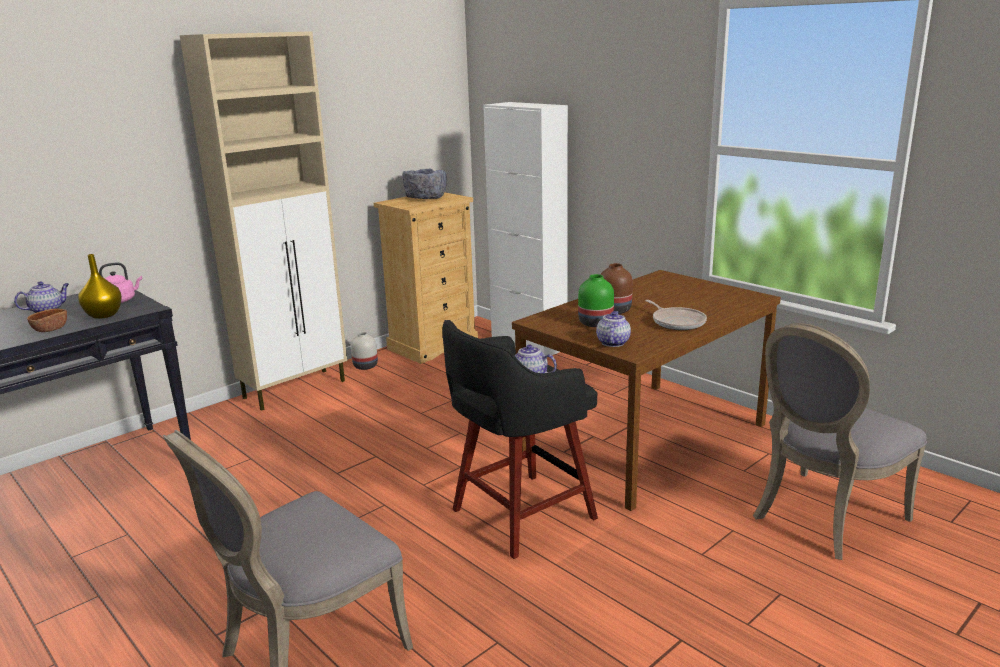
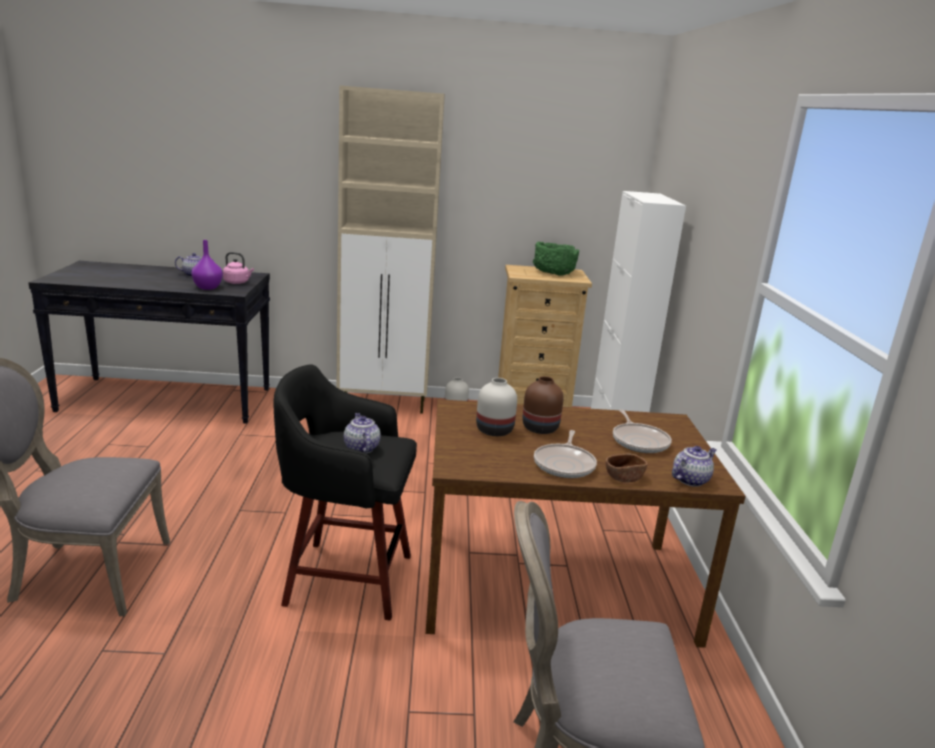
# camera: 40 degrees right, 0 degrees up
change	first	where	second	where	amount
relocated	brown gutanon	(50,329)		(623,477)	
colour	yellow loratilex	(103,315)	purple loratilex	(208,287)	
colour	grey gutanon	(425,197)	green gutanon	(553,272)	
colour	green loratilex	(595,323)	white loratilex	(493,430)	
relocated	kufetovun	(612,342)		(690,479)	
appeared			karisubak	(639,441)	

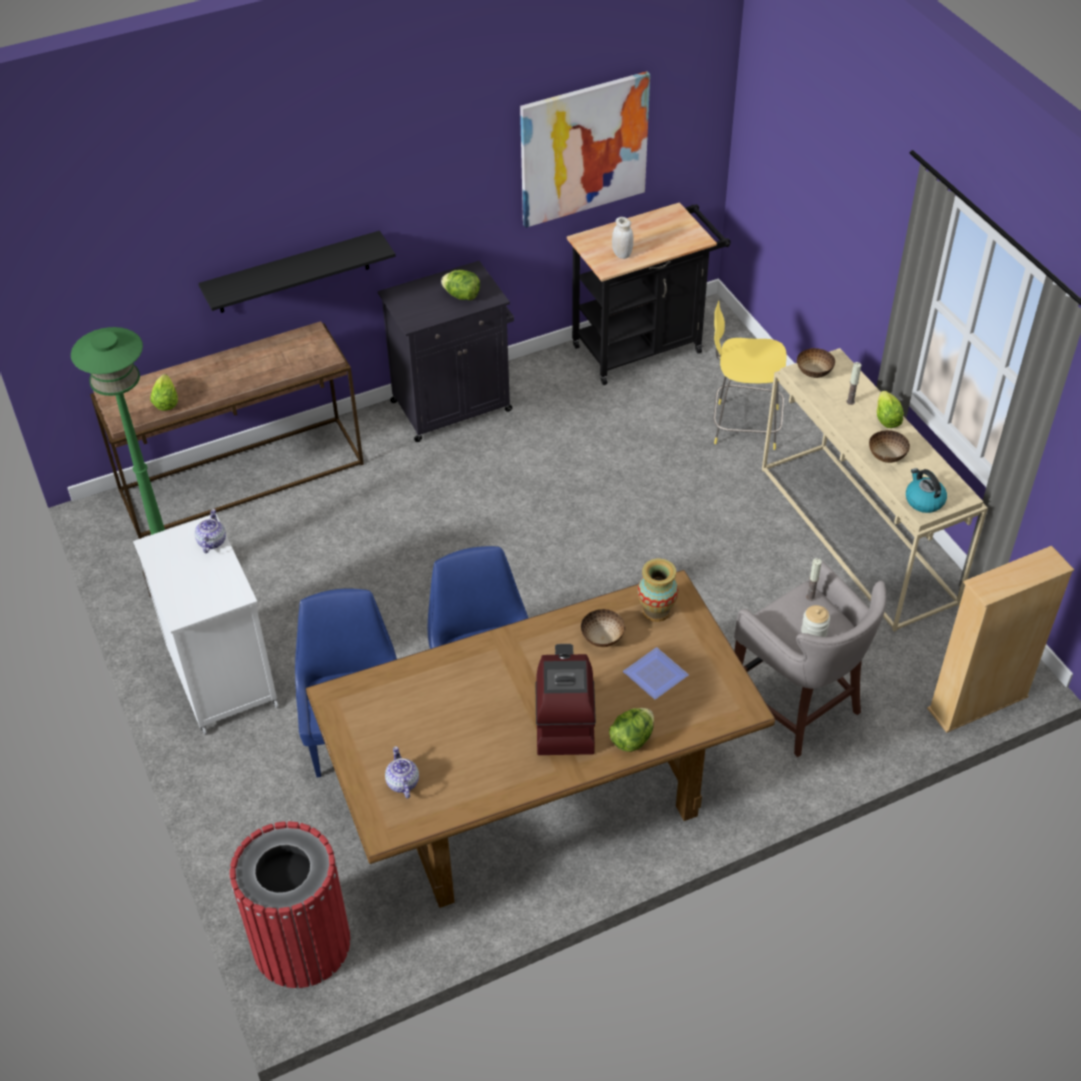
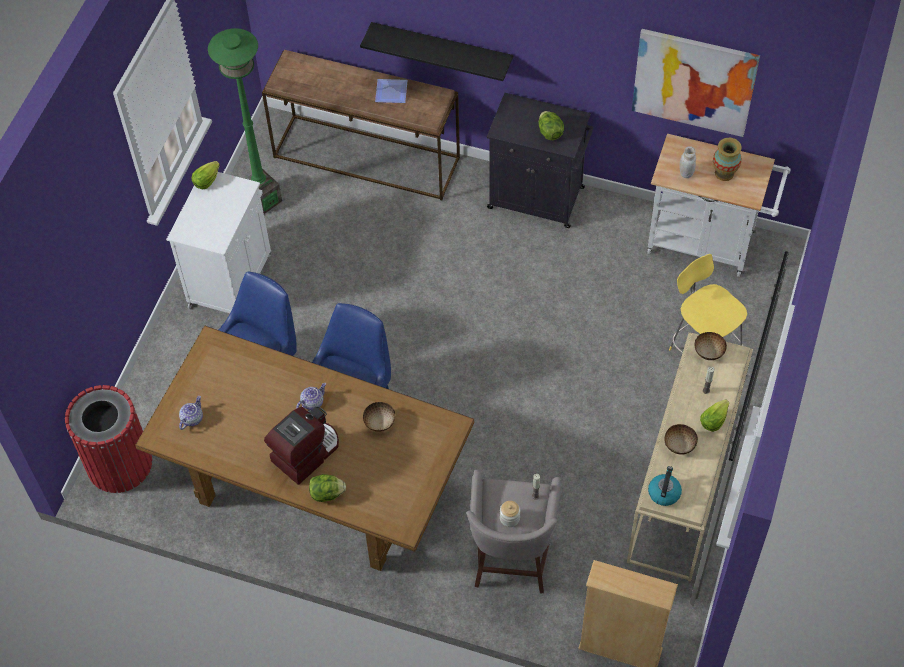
# camera: 45 degrees right, 10 degrees up
change	first	where	second	where	amount
relocated	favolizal	(166,402)		(206,181)	
relocated	kufetovun	(211,541)		(312,402)	
colour	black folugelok	(644,346)	white folugelok	(707,244)	
relocated	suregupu	(653,675)		(390,91)	
relocated	loratilex	(656,611)		(724,173)	

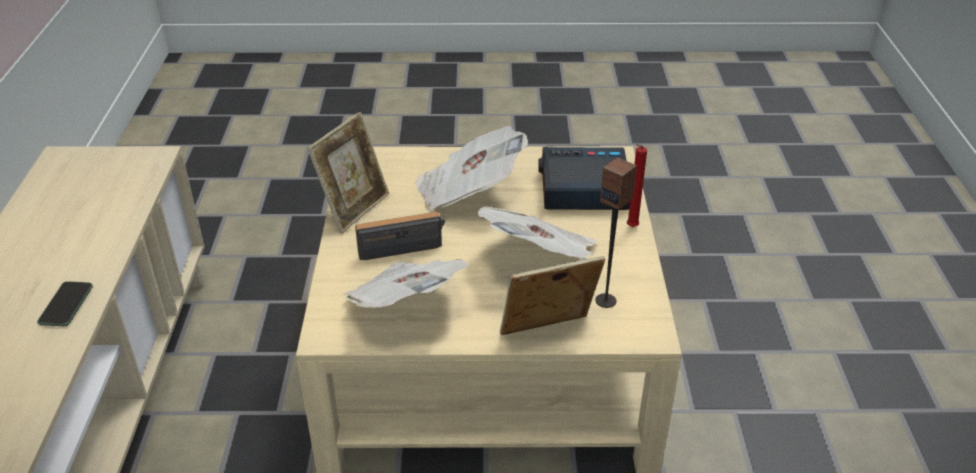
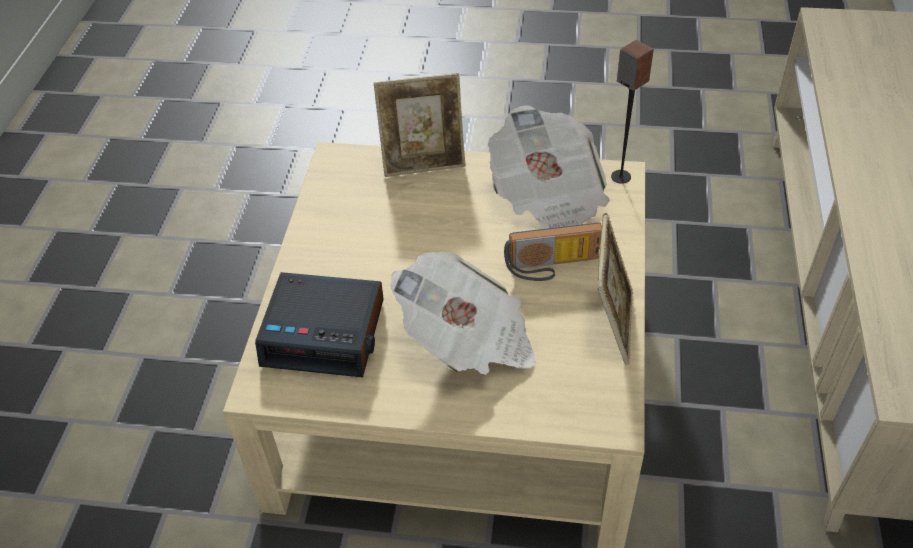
# camera: 170 degrees left, 10 degrees up
change	first	where	second	where	amount
missing	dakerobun	(66,305)			
spun	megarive	(354,208)		(611,324)	150 degrees clockwise
missing	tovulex	(541,258)			
relocated	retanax	(606,300)		(620,177)	
missing	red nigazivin	(630,228)			

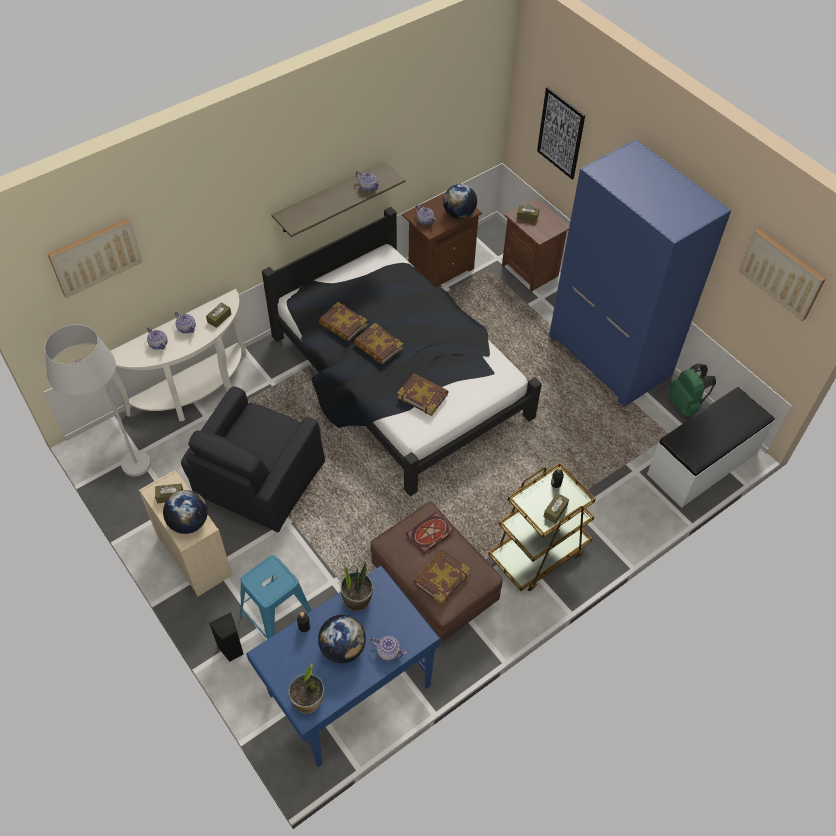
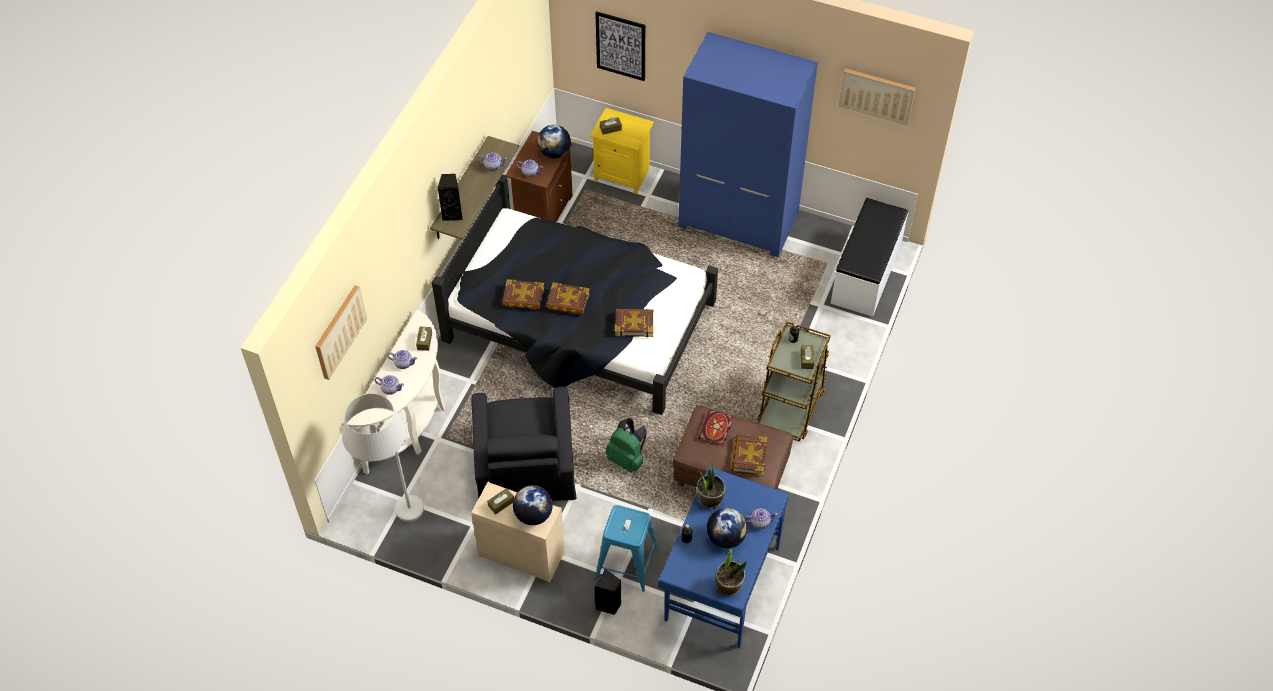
# camera: 30 degrees left, 0 degrees up
change	first	where	second	where	amount
colour	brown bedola	(531,270)	yellow bedola	(622,174)	
relocated	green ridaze	(685,404)		(627,459)	
appeared			black retanax	(453,213)	

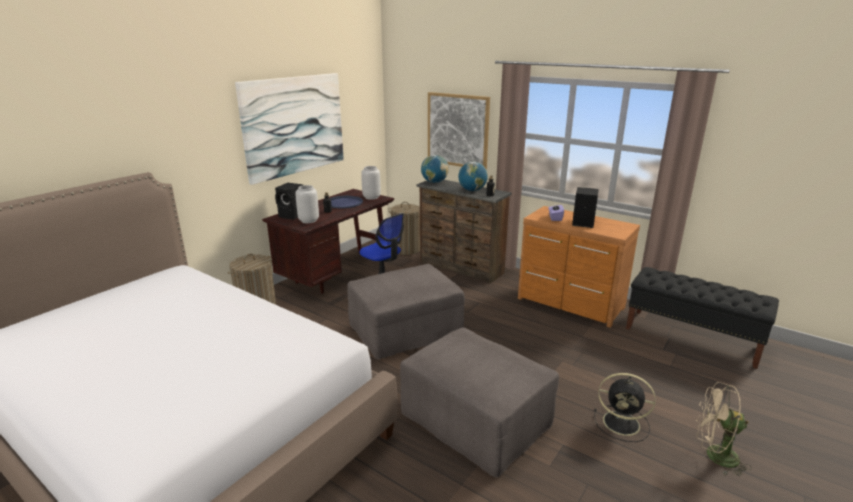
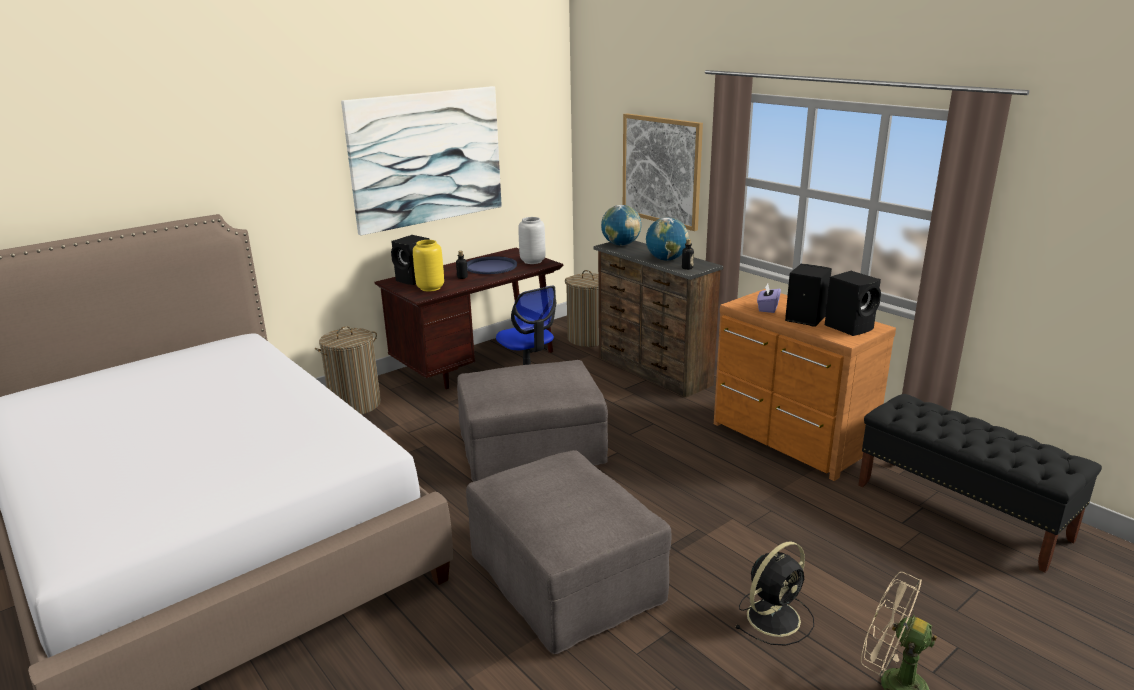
# camera: 15 degrees right, 0 degrees up
change	first	where	second	where	amount
colour	grey loratilex	(308,221)	yellow loratilex	(430,288)	
spun	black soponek	(623,423)		(775,616)	75 degrees counterclockwise
appeared			black retanax	(850,327)	

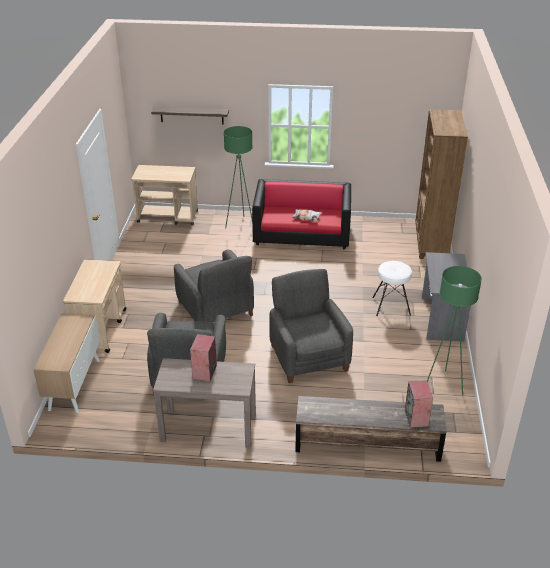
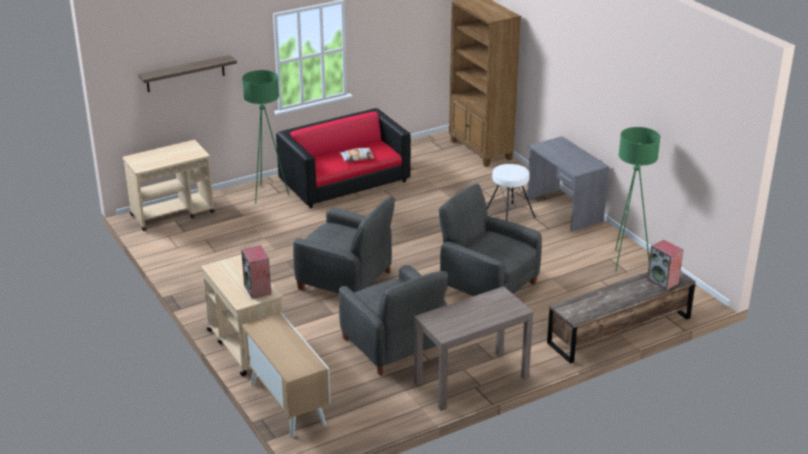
# camera: 35 degrees left, 5 degrees down
change	first	where	second	where	amount
relocated	retanax	(205,372)		(258,289)	

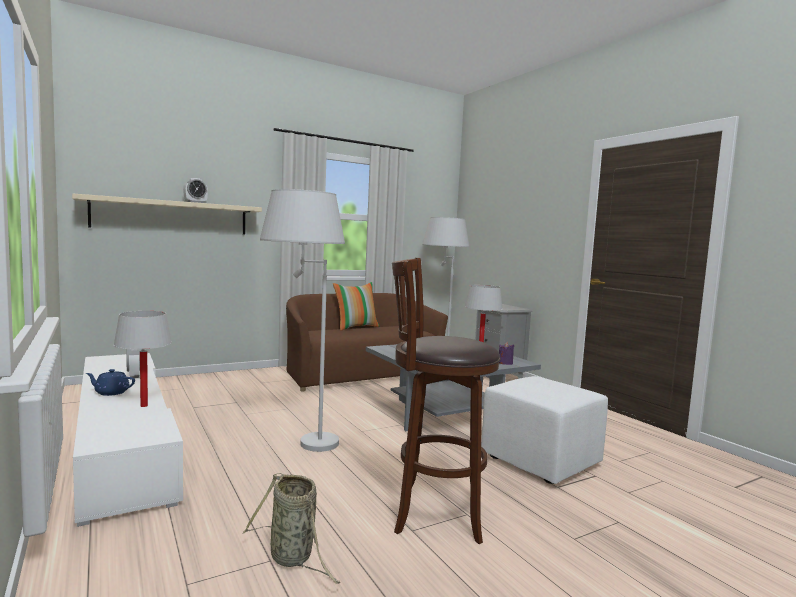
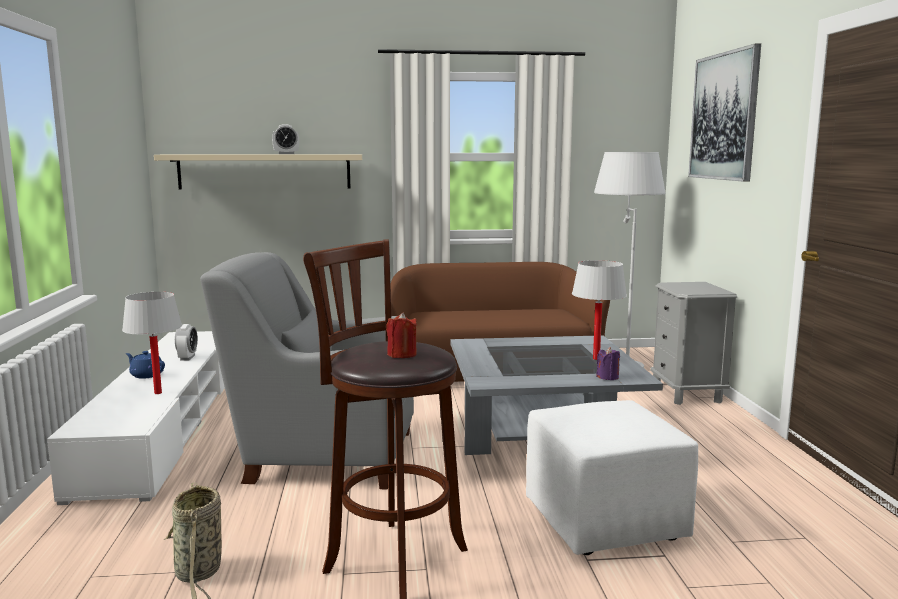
# camera: 25 degrees right, 5 degrees up
change	first	where	second	where	amount
exchanged	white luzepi	(298,445)	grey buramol	(322,455)	
missing	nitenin	(356,327)			
appeared			red nigazivin	(402,354)	
appeared			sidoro	(724,116)	

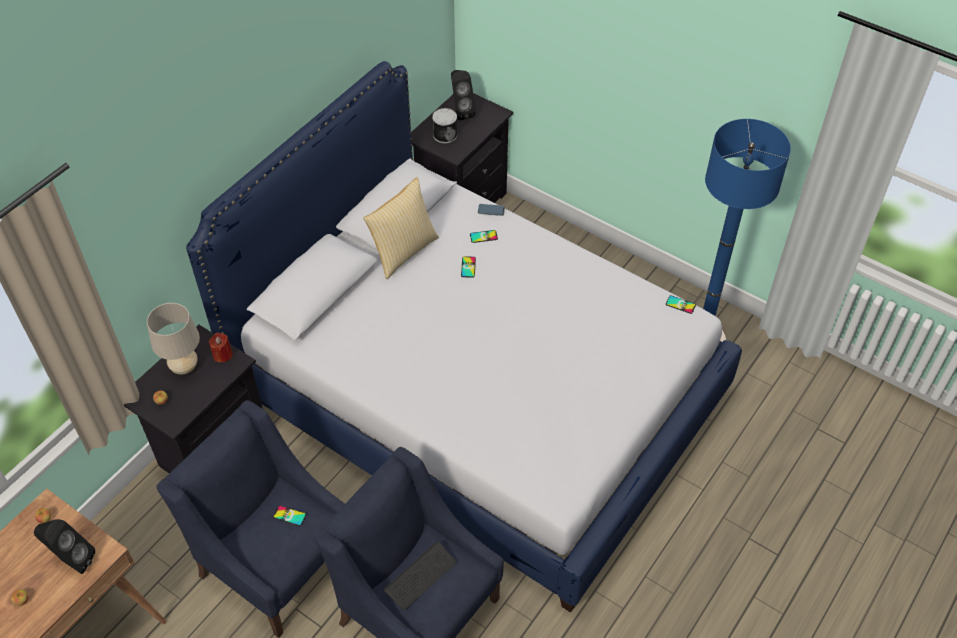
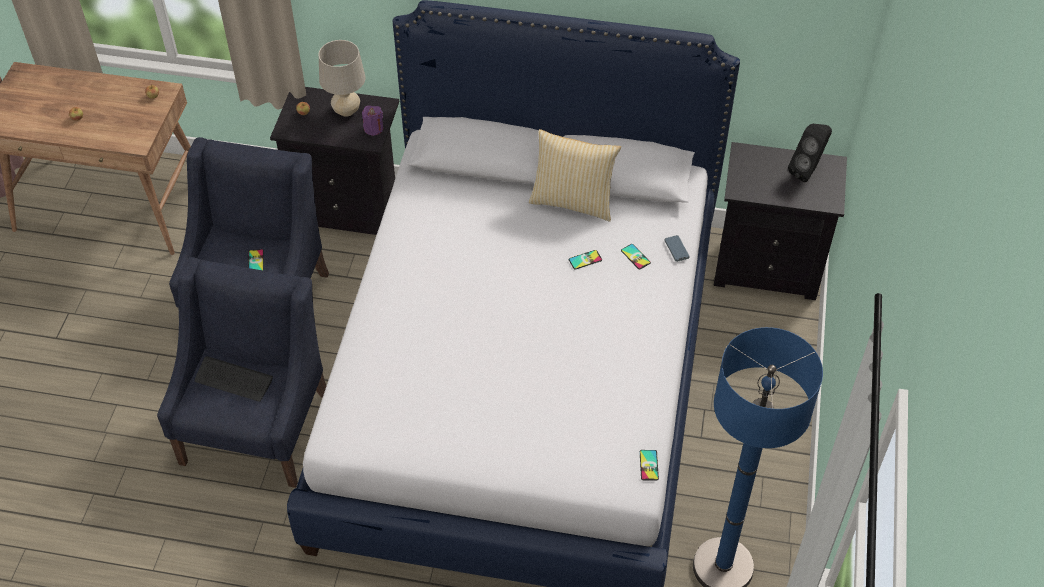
# camera: 65 degrees right, 0 degrees up
change	first	where	second	where	amount
missing	black retanax	(72,560)			
colour	red nigazivin	(222,355)	purple nigazivin	(373,128)	
missing	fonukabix	(445,134)			

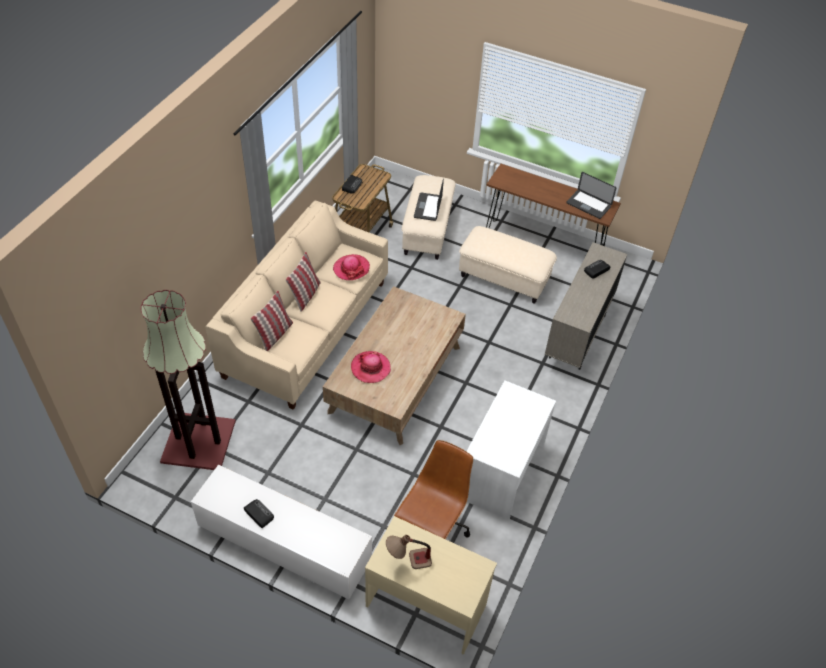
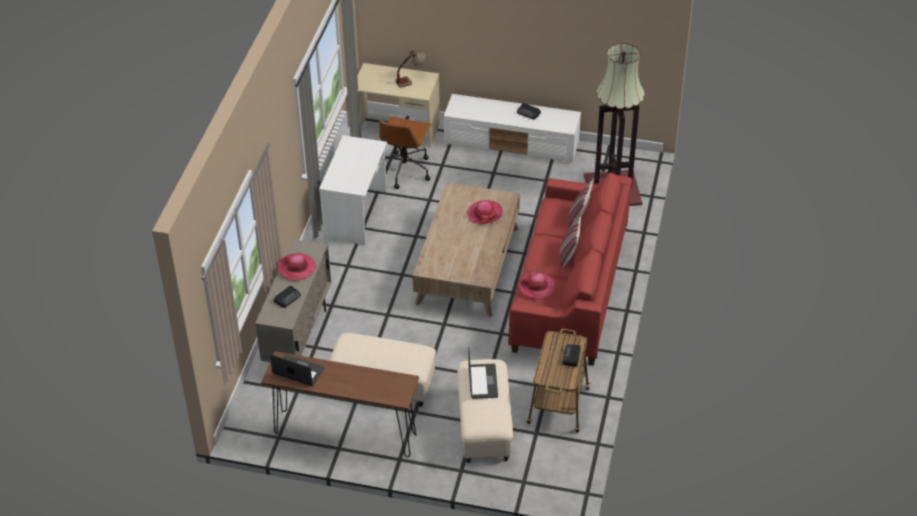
# camera: 170 degrees right, 5 degrees down
change	first	where	second	where	amount
colour	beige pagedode	(306,328)	red pagedode	(569,293)	
appeared			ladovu	(297,268)	

